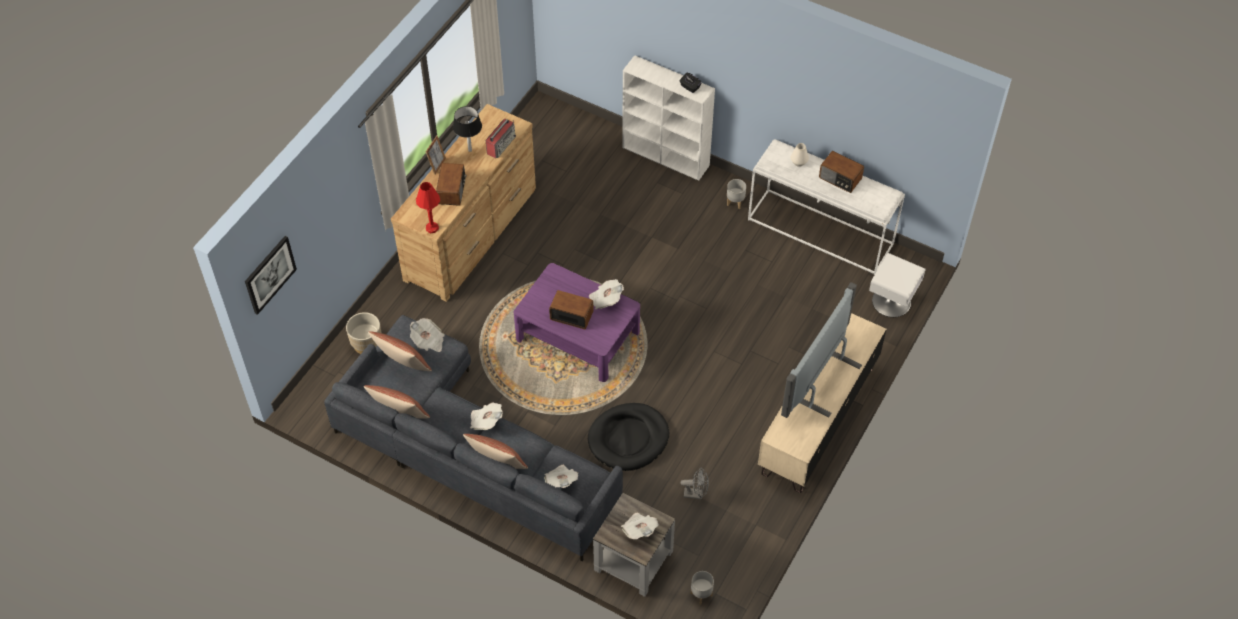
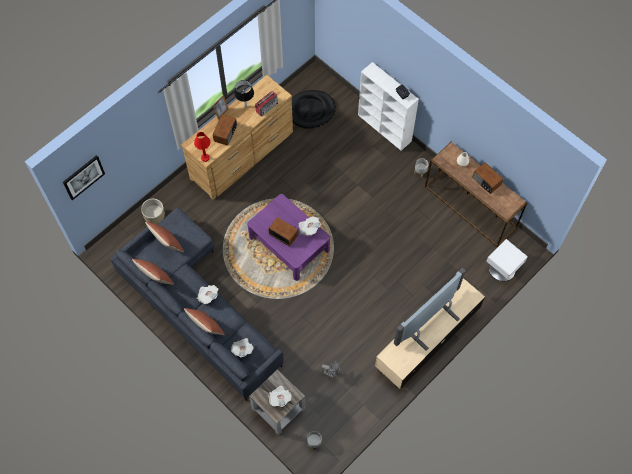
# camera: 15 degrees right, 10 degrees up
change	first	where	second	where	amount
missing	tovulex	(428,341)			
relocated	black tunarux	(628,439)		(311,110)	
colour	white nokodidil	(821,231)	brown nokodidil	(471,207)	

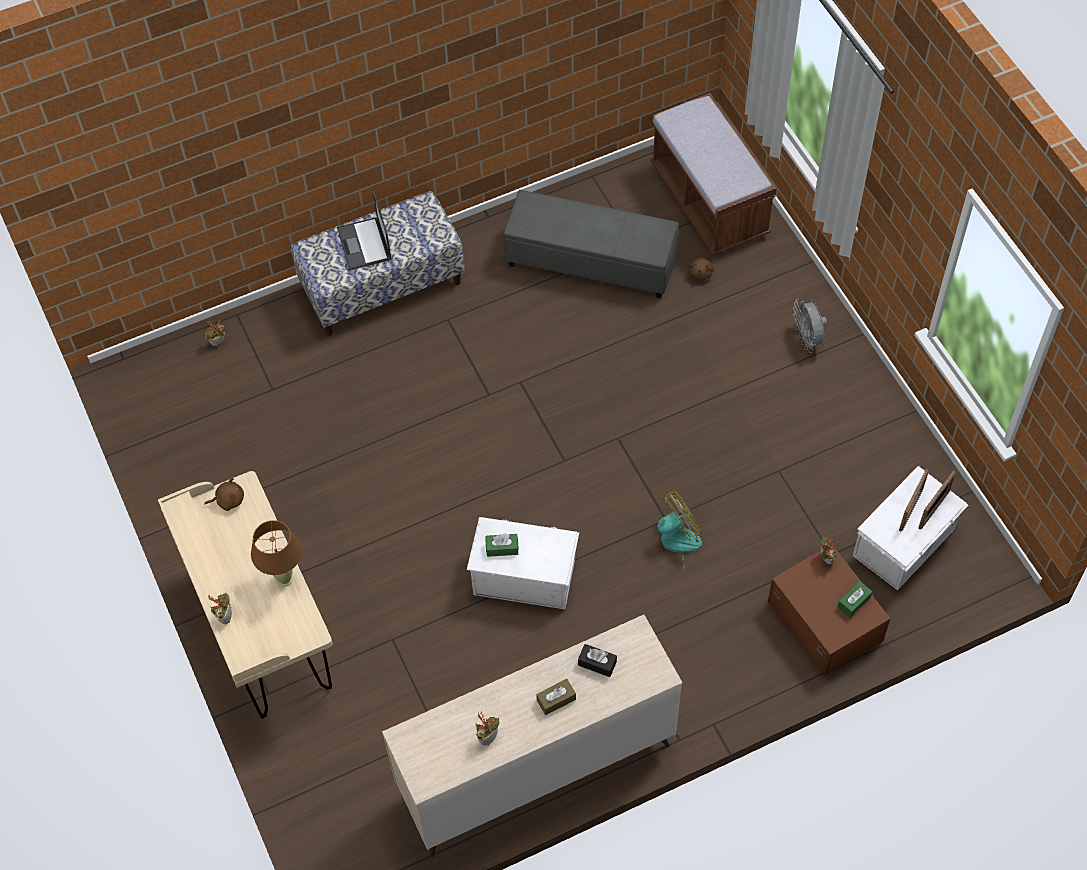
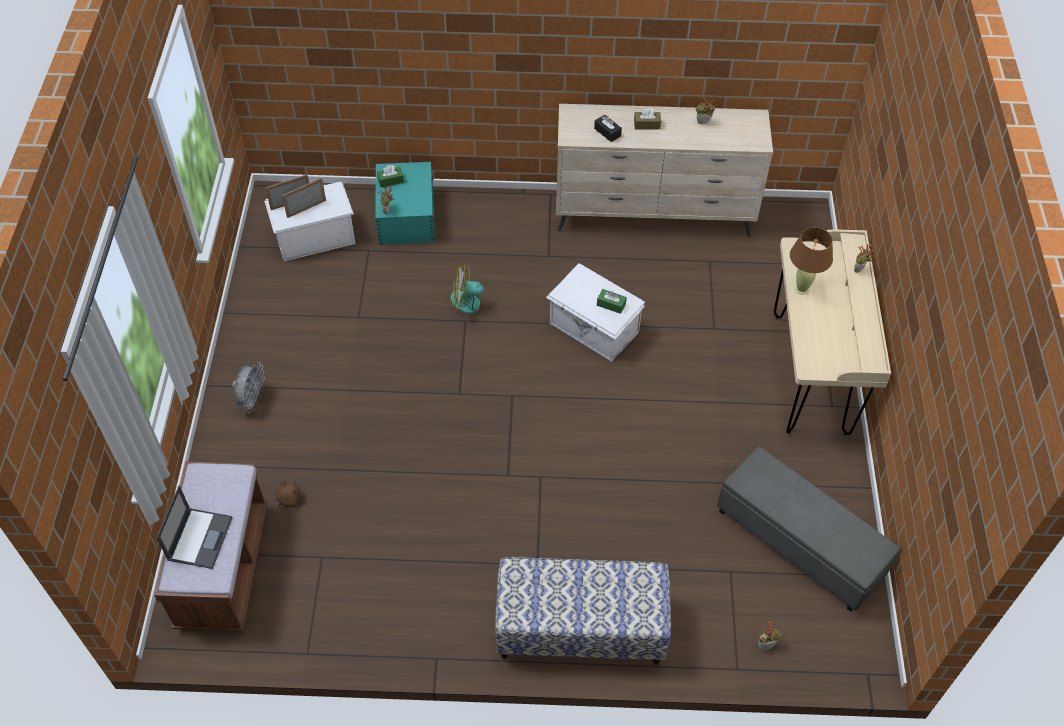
# camera: 155 degrees left, 5 degrees down
change	first	where	second	where	amount
missing	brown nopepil	(228,500)			
relocated	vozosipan	(364,244)		(200,538)	
relocated	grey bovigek	(591,260)		(798,543)	
colour	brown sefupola	(824,619)	turquoise sefupola	(406,217)	

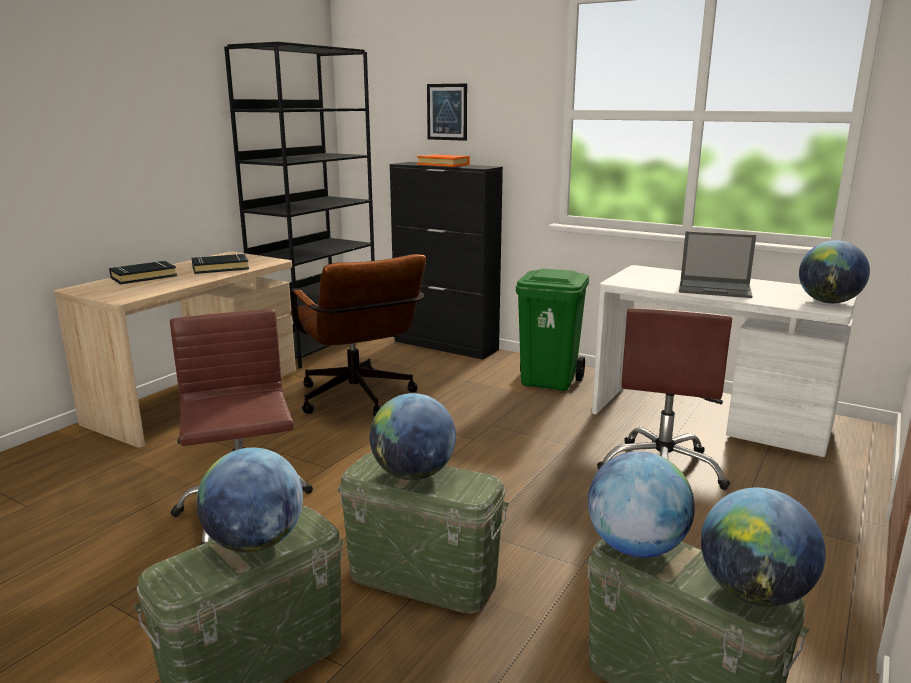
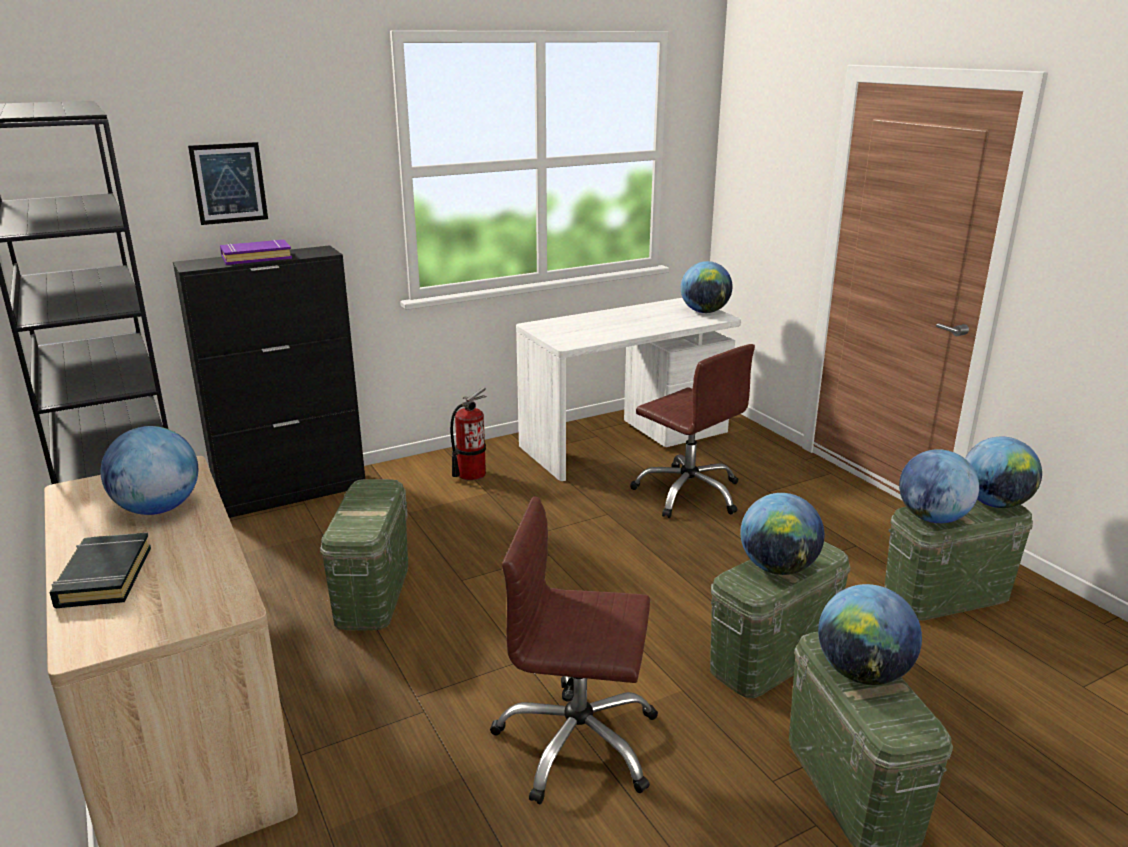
# camera: 60 degrees left, 5 degrees up
change	first	where	second	where	amount
exchanged	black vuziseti	(220,268)	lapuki	(158,509)	
exchanged	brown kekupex	(359,401)	green sefupola	(373,593)	
colour	orange vuziseti	(443,164)	purple vuziseti	(256,257)	
exchanged	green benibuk	(549,381)	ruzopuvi	(471,474)	
missing	vozosipan	(715,289)			

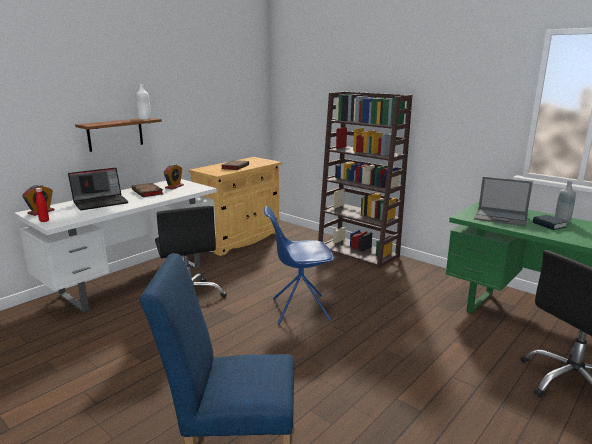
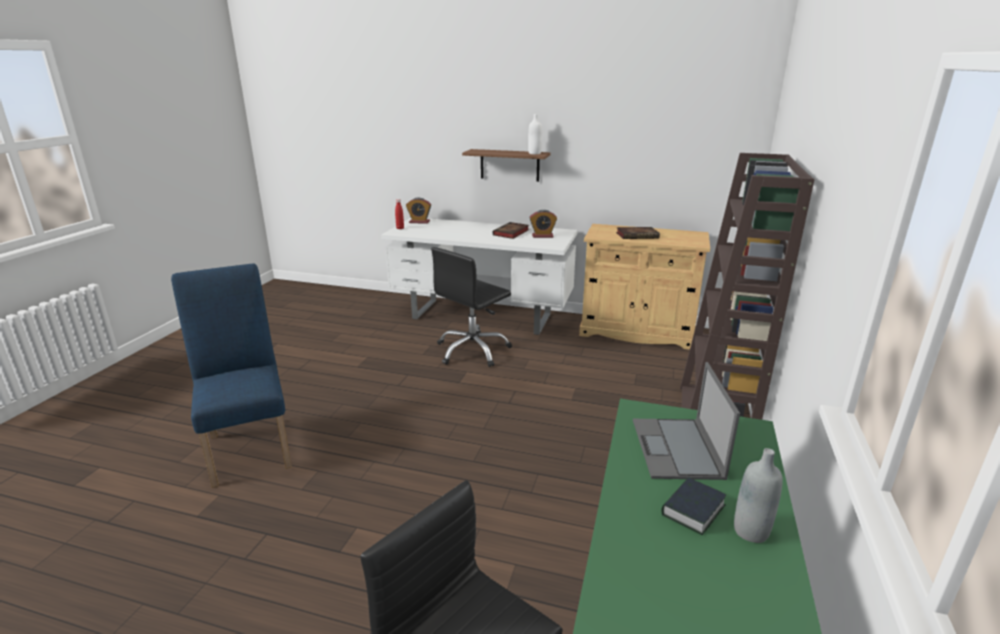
# camera: 65 degrees right, 5 degrees up
change	first	where	second	where	amount
missing	vozosipan	(101,202)			
missing	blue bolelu	(299,309)			

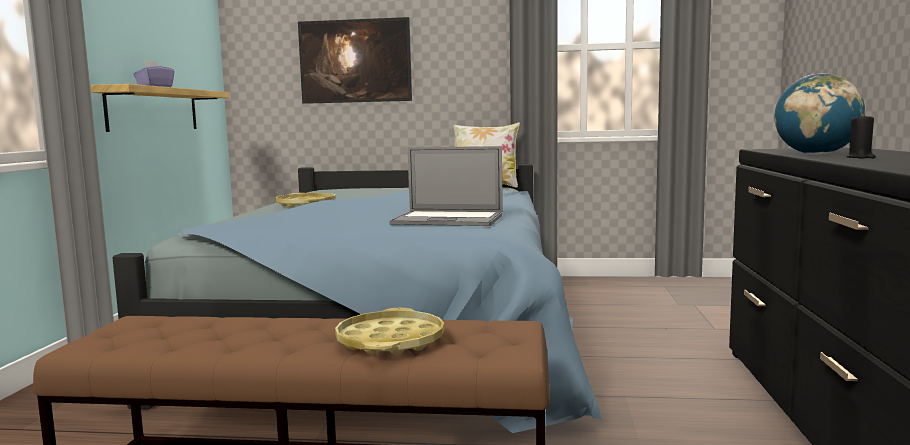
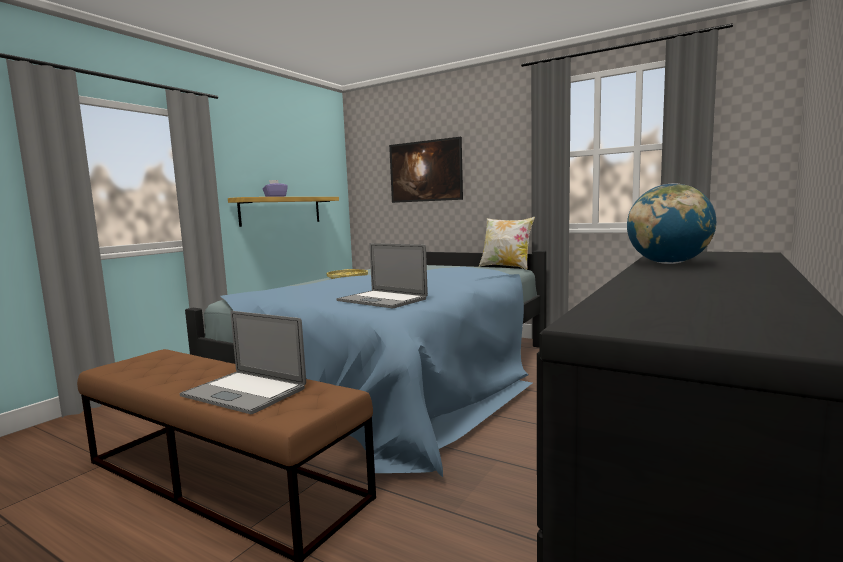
# camera: 25 degrees right, 0 degrees up
change	first	where	second	where	amount
exchanged	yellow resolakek	(390,341)	vozosipan	(244,392)	
missing	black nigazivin	(860,157)			

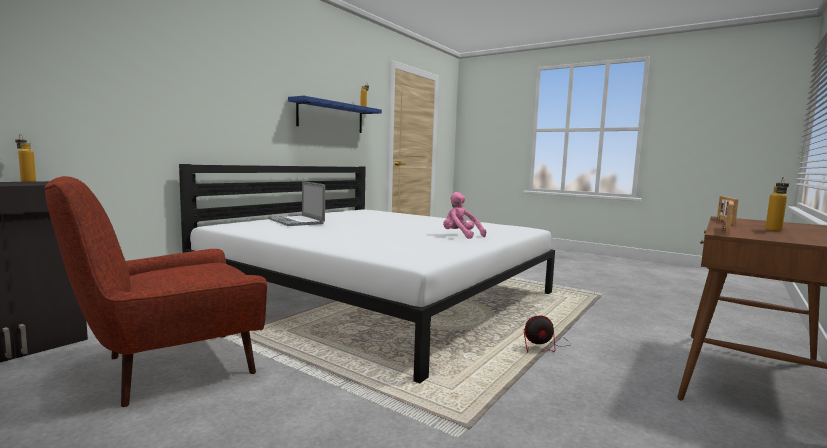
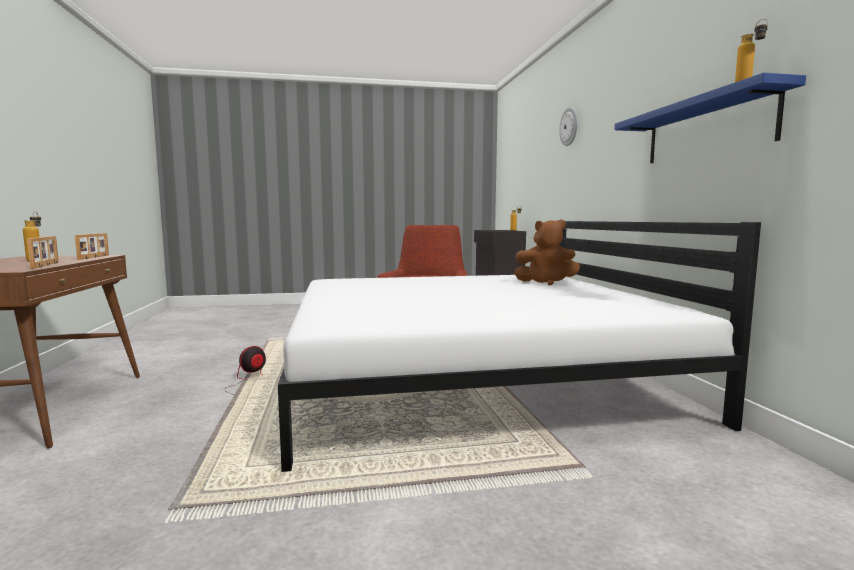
# camera: 135 degrees right, 0 degrees up
change	first	where	second	where	amount
exchanged	vozosipan	(296,221)	brown nopepil	(546,282)	
missing	pink nopepil	(460,236)			
appeared			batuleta	(569,126)	

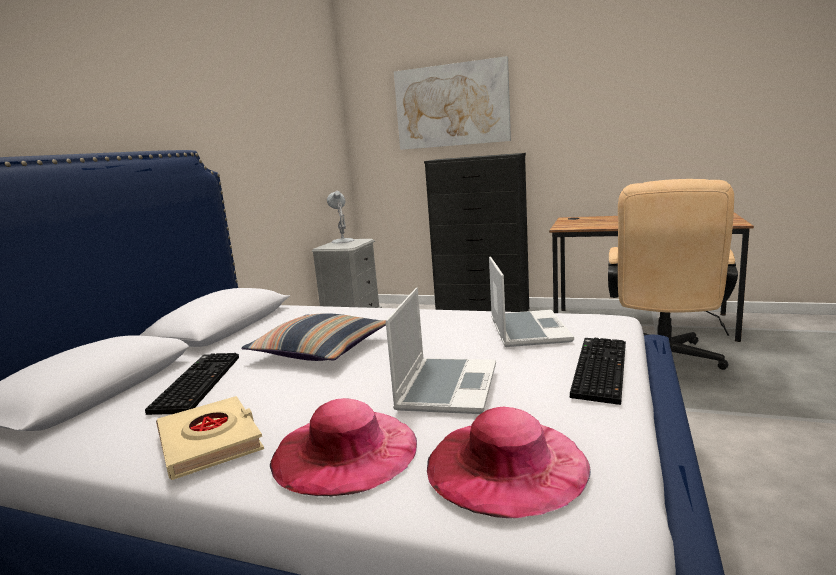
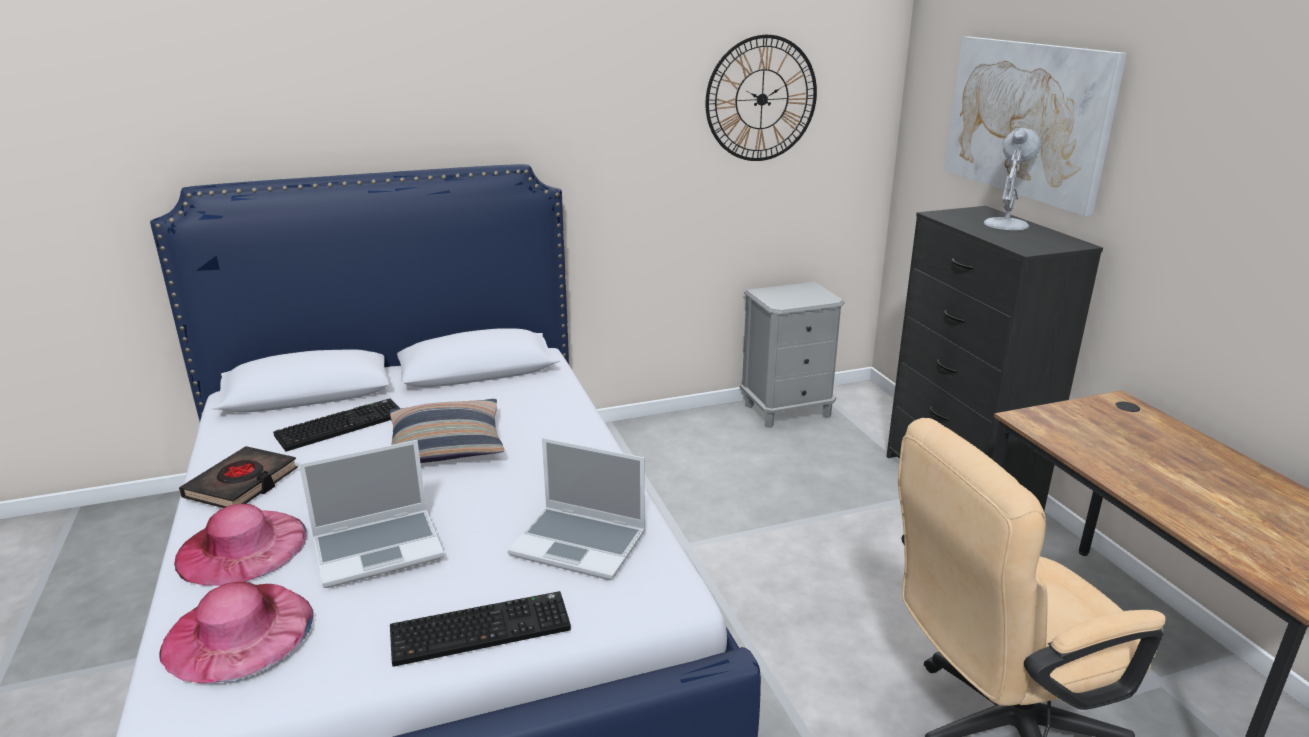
# camera: 50 degrees right, 10 degrees up
change	first	where	second	where	amount
colour	beige vuziseti	(210,442)	black vuziseti	(242,484)	
relocated	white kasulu	(342,241)		(1006,223)	
spun	vozosipan	(527,330)		(581,544)	60 degrees clockwise
appeared			batuleta	(761,99)	

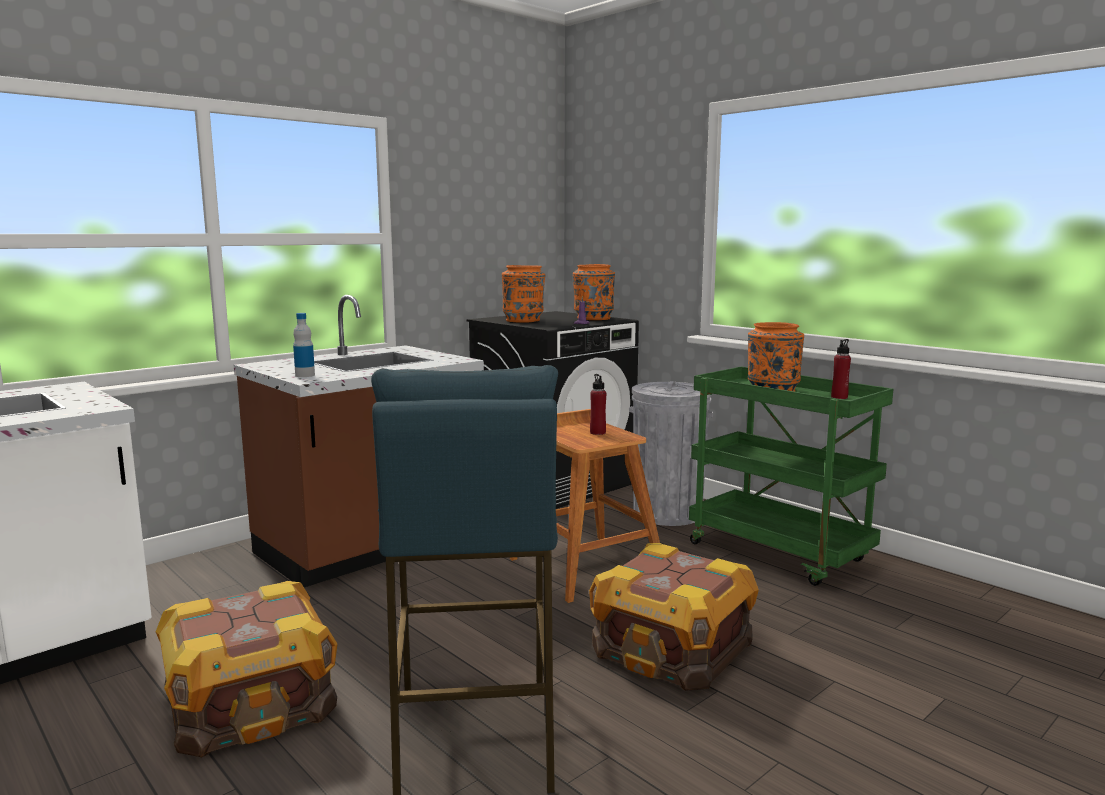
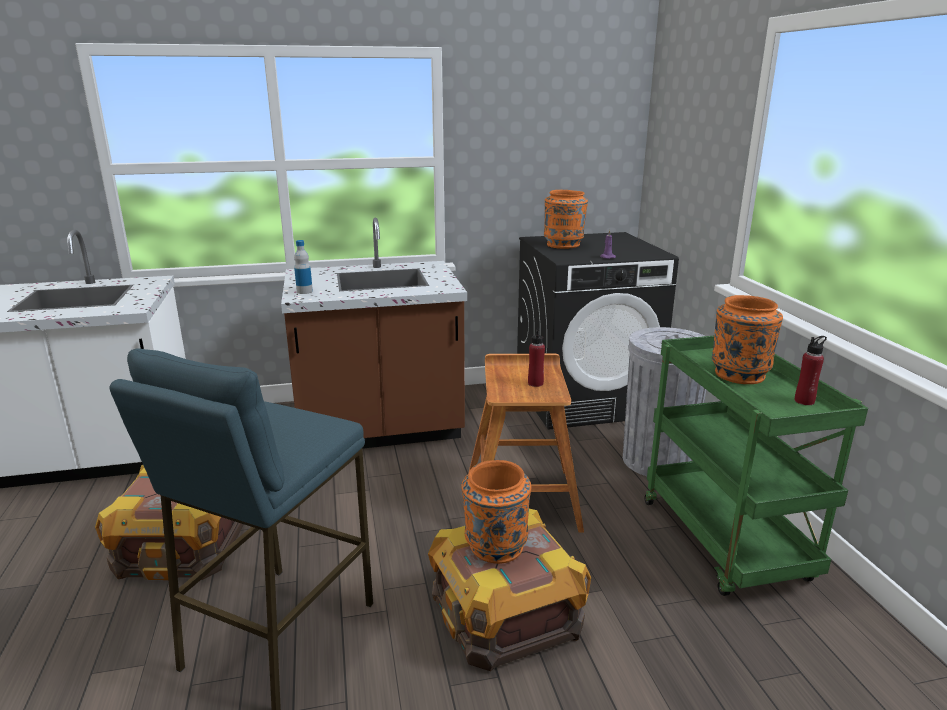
# camera: 30 degrees right, 10 degrees up
change	first	where	second	where	amount
relocated	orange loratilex	(593,318)		(495,547)	

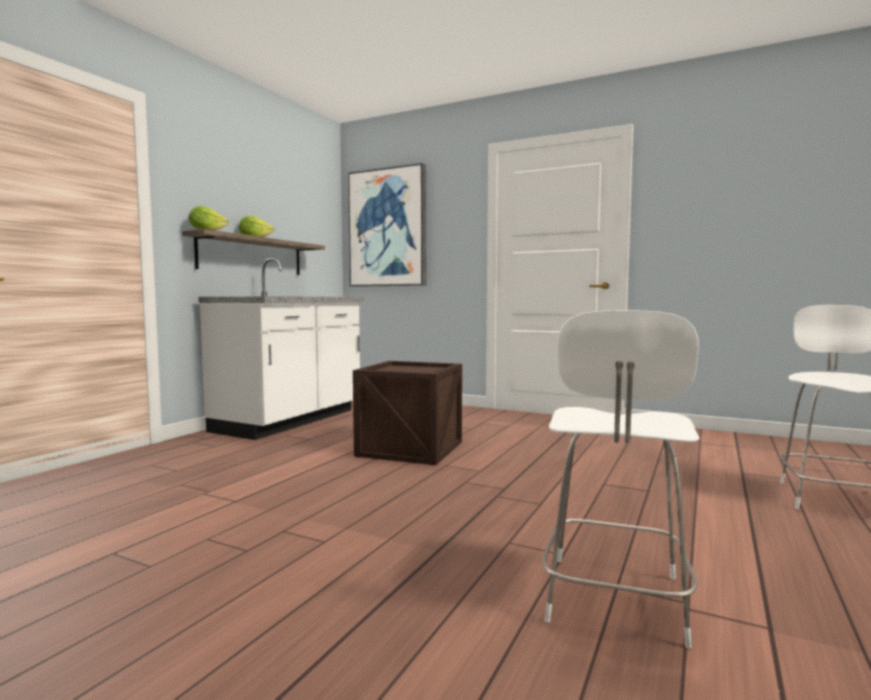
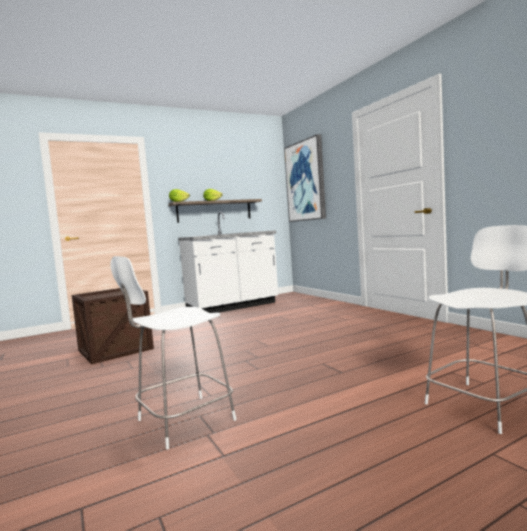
# camera: 35 degrees right, 0 degrees up
change	first	where	second	where	amount
relocated	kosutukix	(410,449)		(115,349)	

